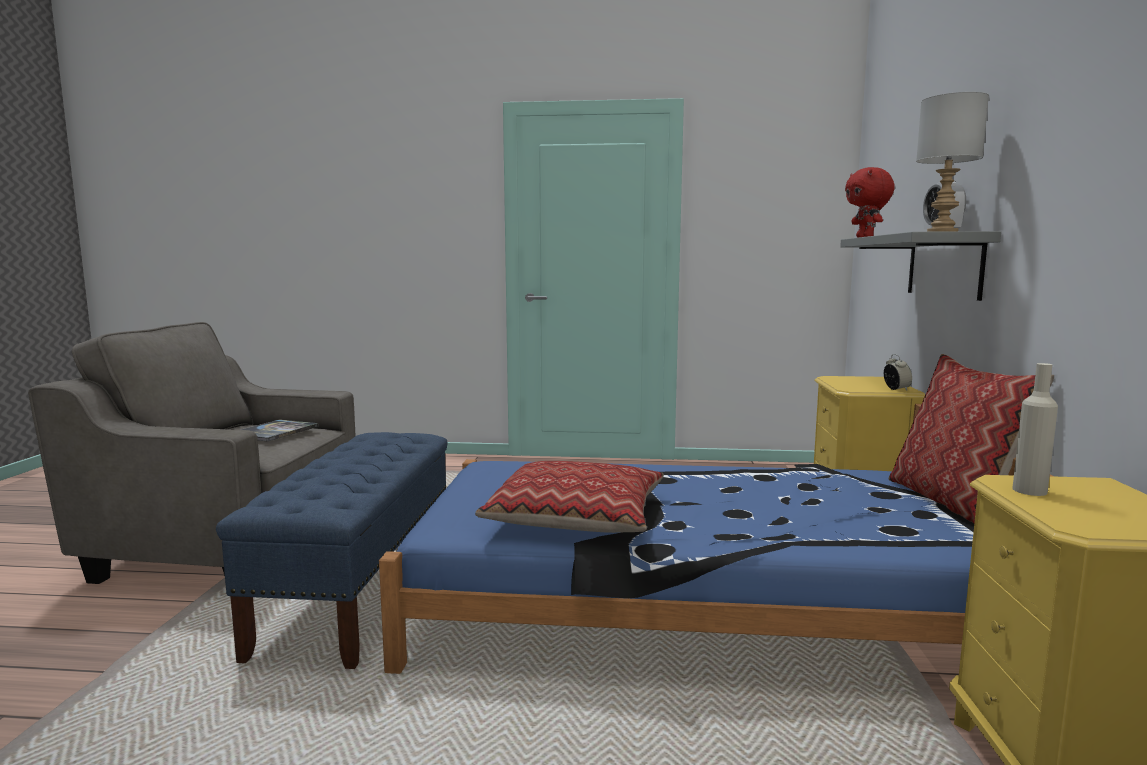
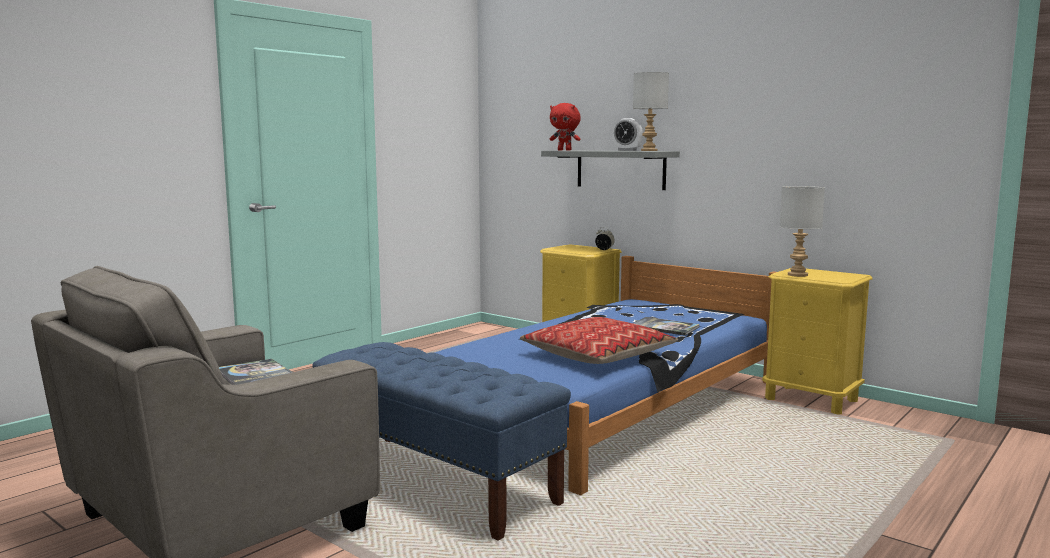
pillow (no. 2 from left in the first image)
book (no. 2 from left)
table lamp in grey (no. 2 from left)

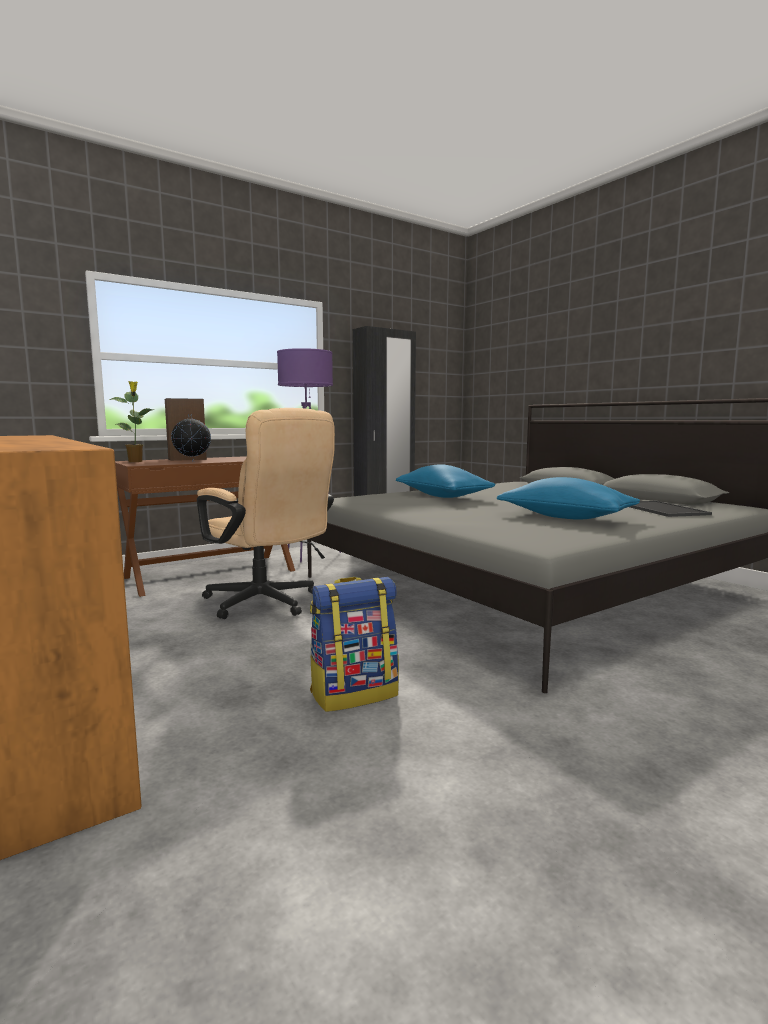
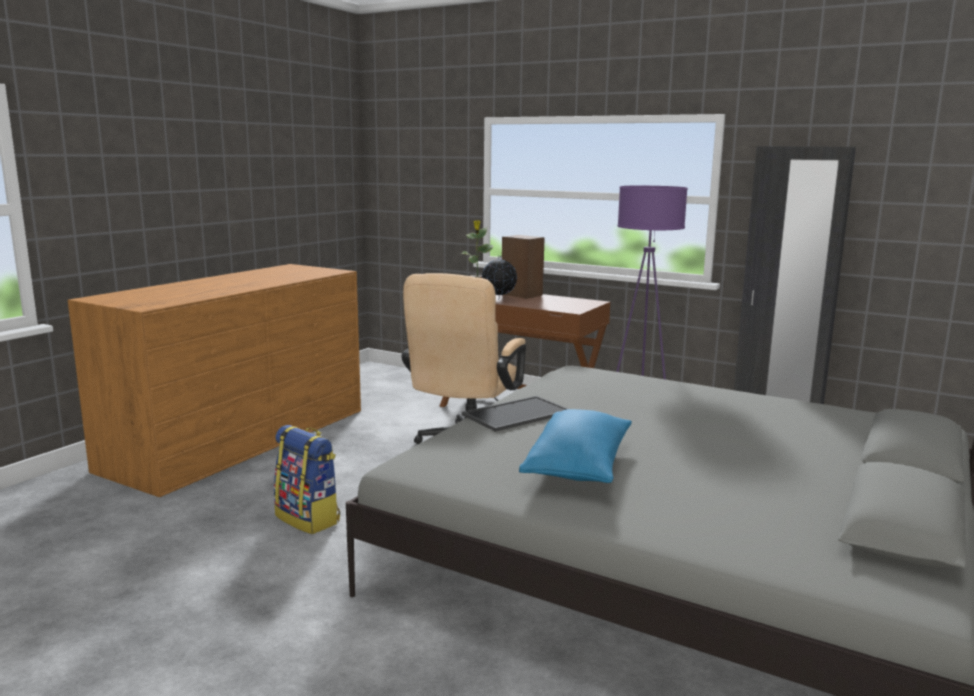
pillow in blue (no. 1 from left in the first image)
tray

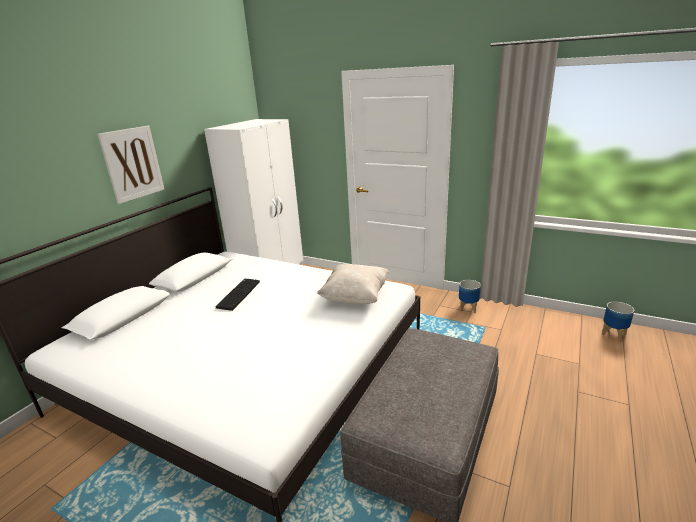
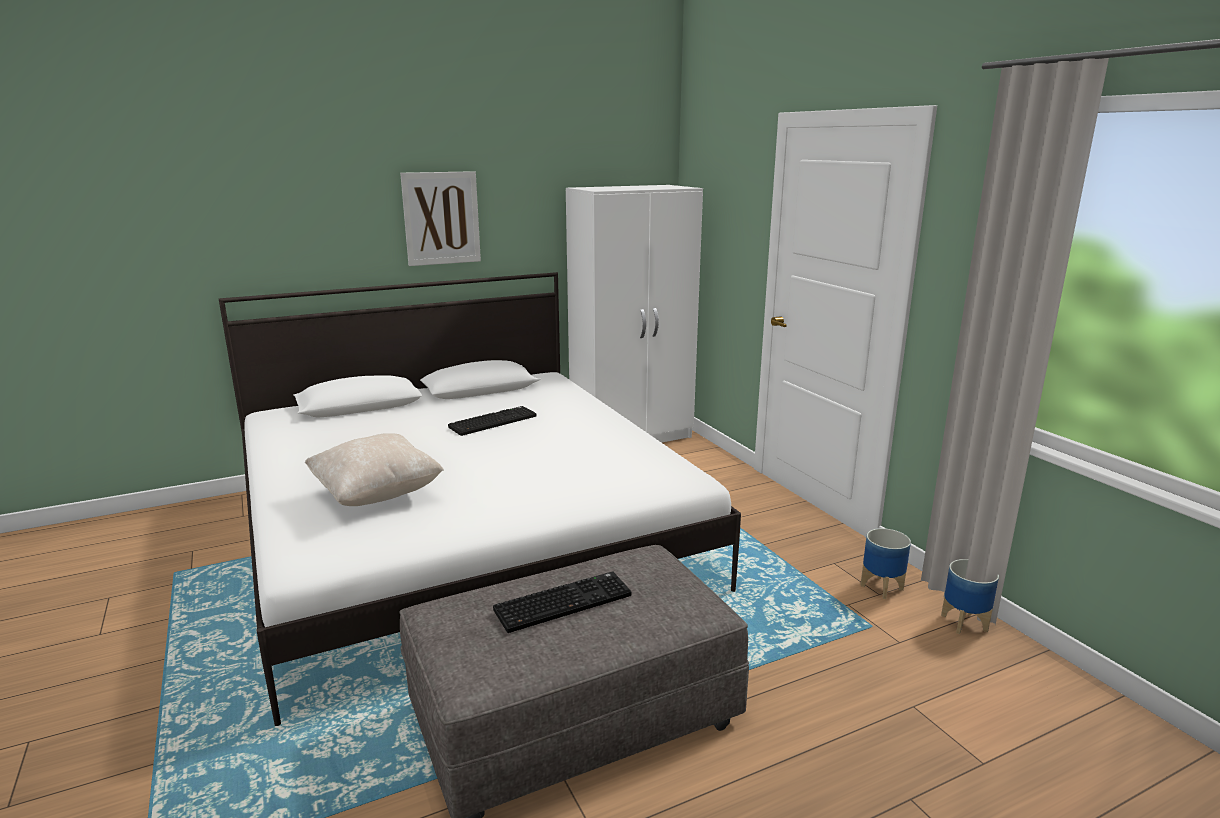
keyboard (no. 2 from left)
pillow in beige
planter (no. 2 from left)

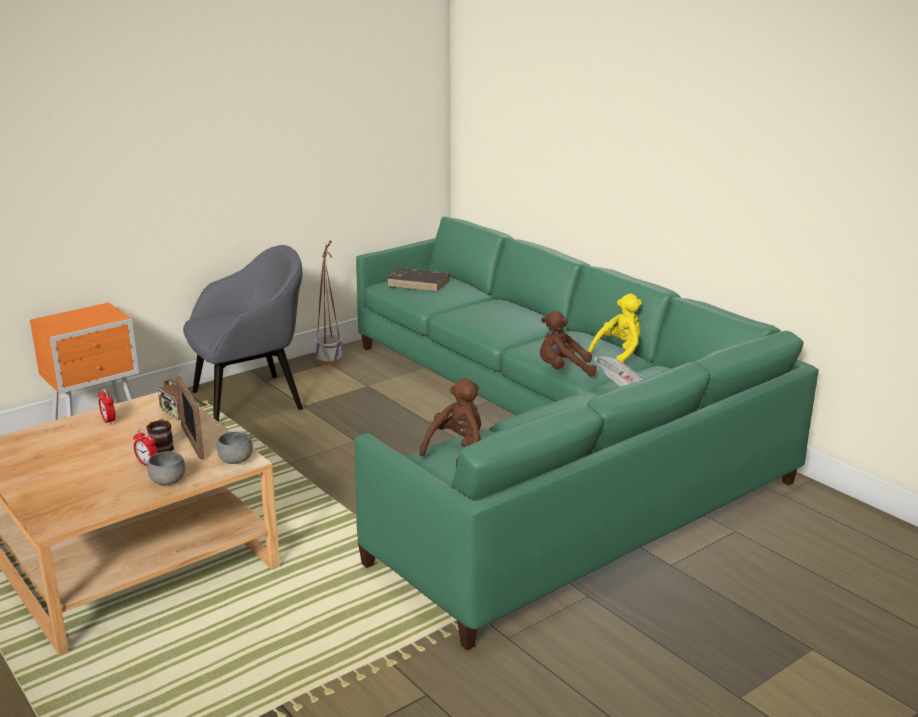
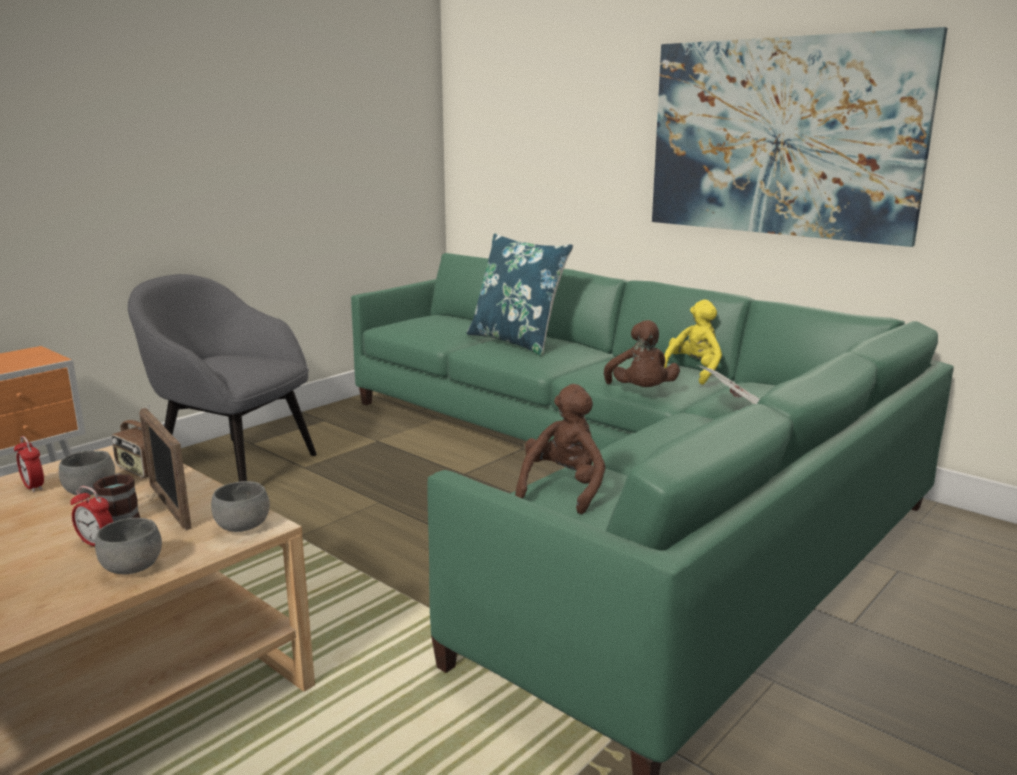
planter
book in brown
bowl in grey (no. 1 from left)
pillow in blue
picture
armchair in grey
plush toy in brown (no. 2 from left)

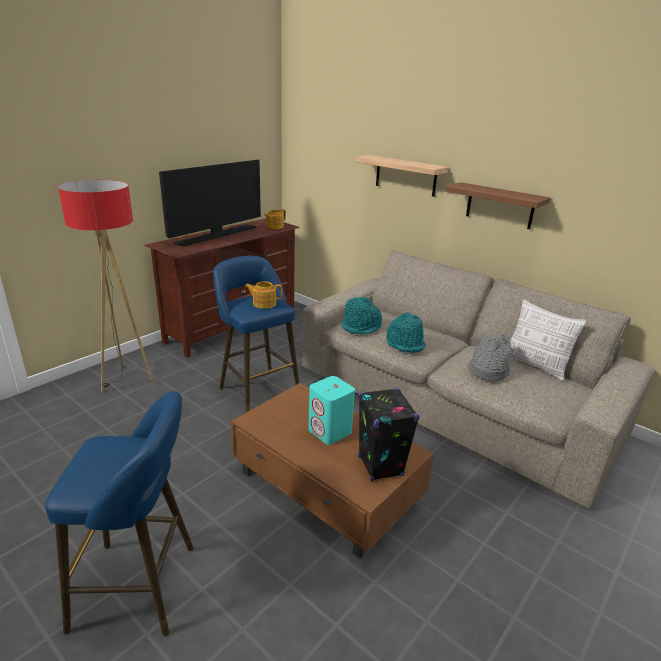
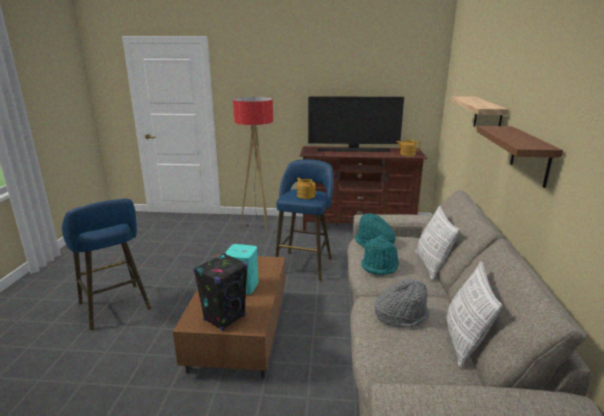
pillow (no. 1 from left)

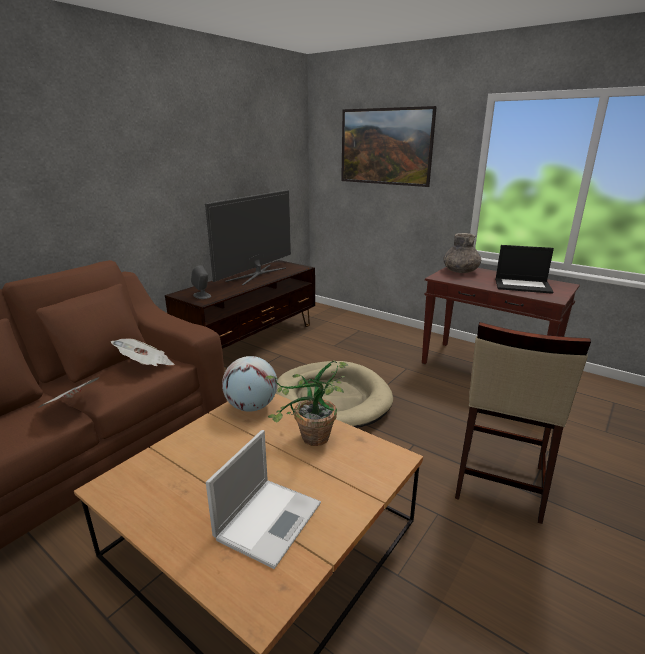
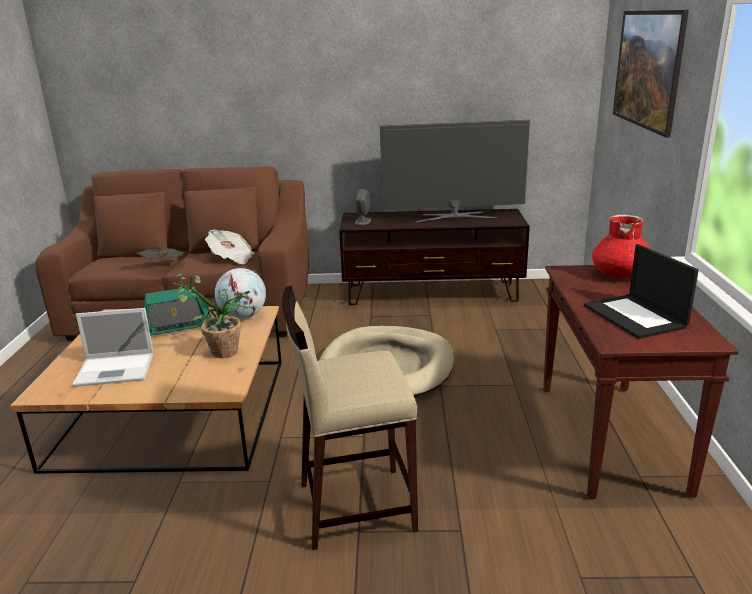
radio
vase in red

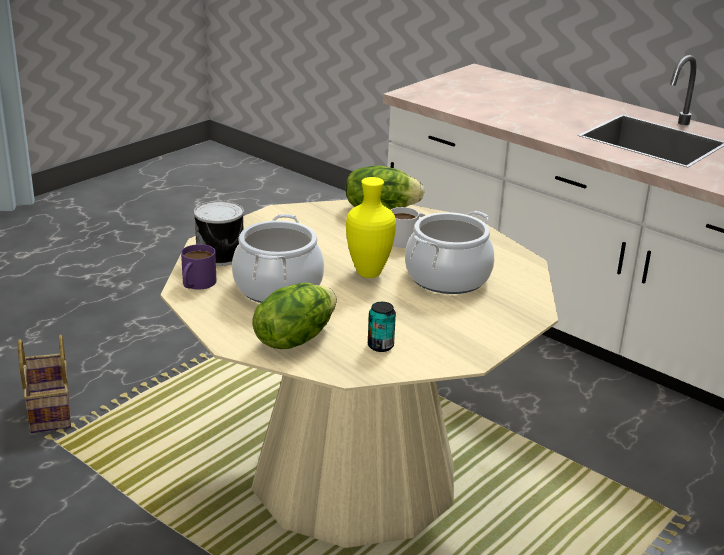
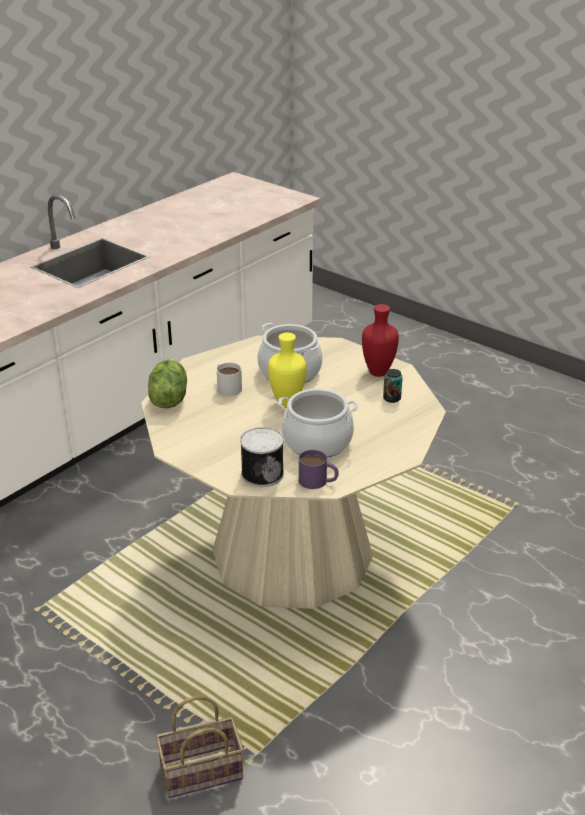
lettuce (no. 1 from left in the first image)
vase in red

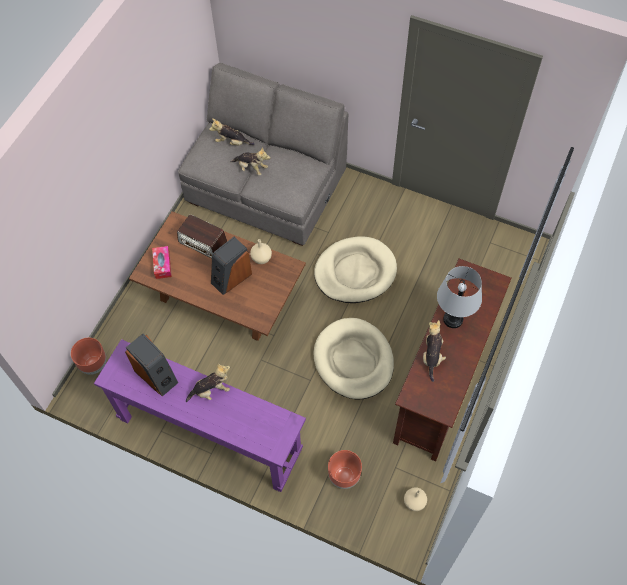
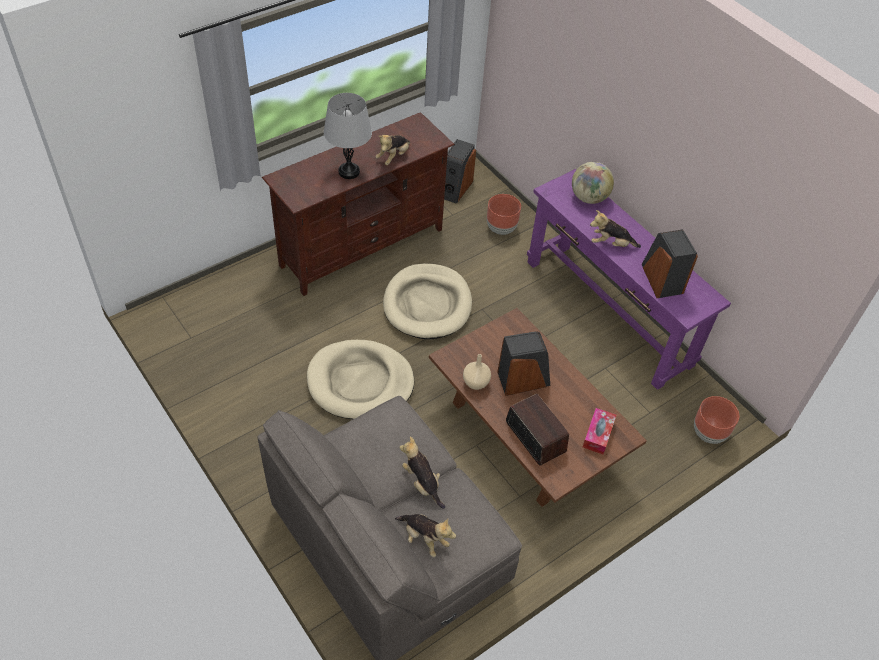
globe
speaker (no. 1 from left)

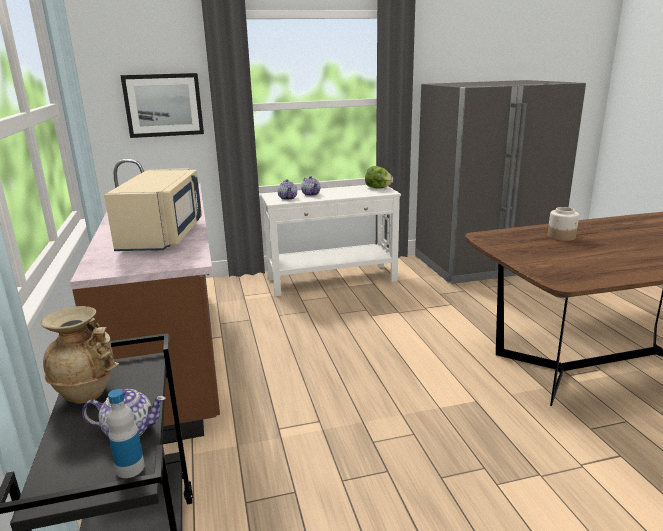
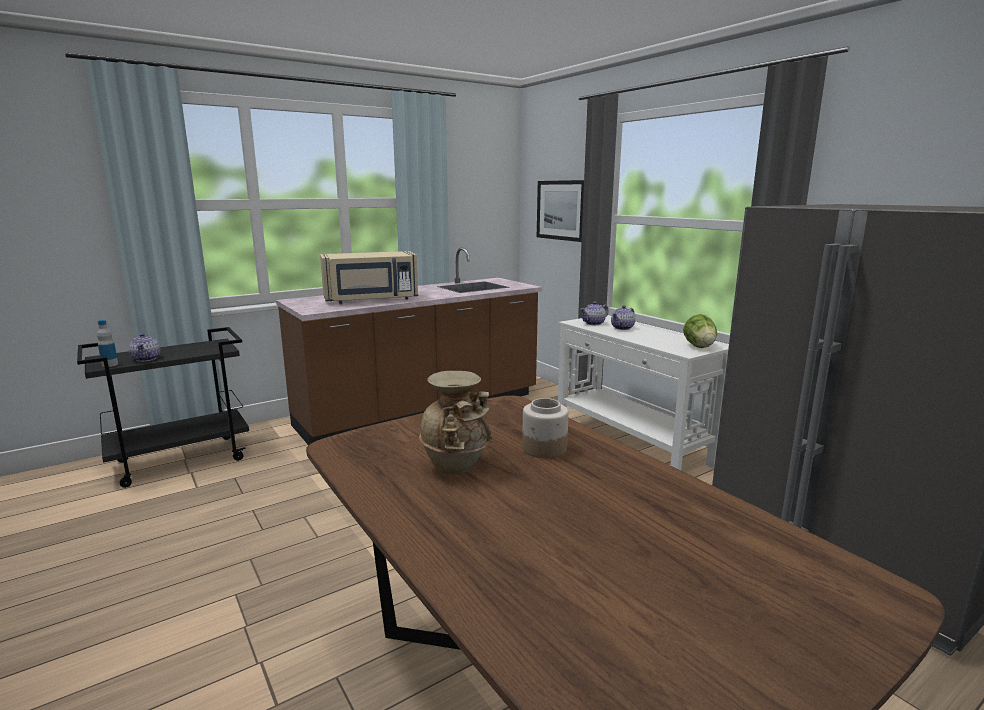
vase in beige

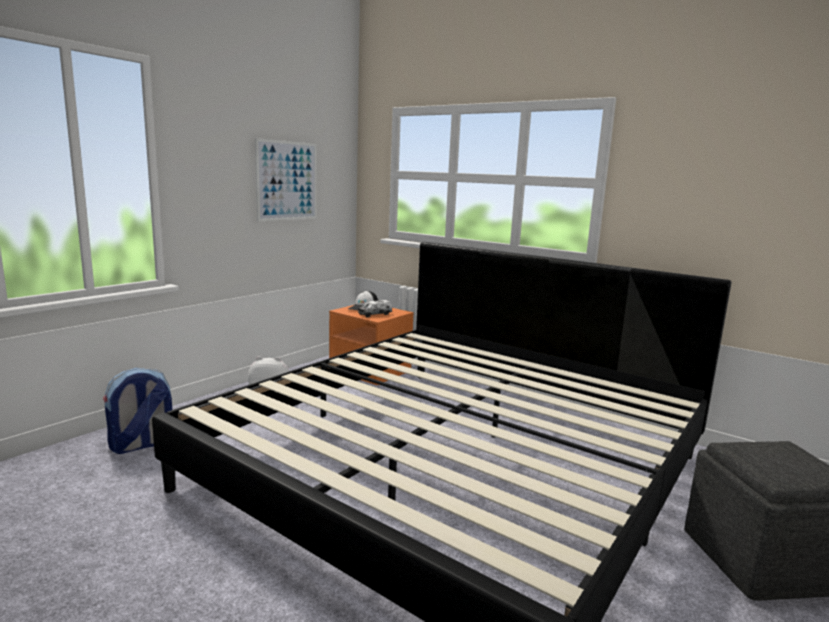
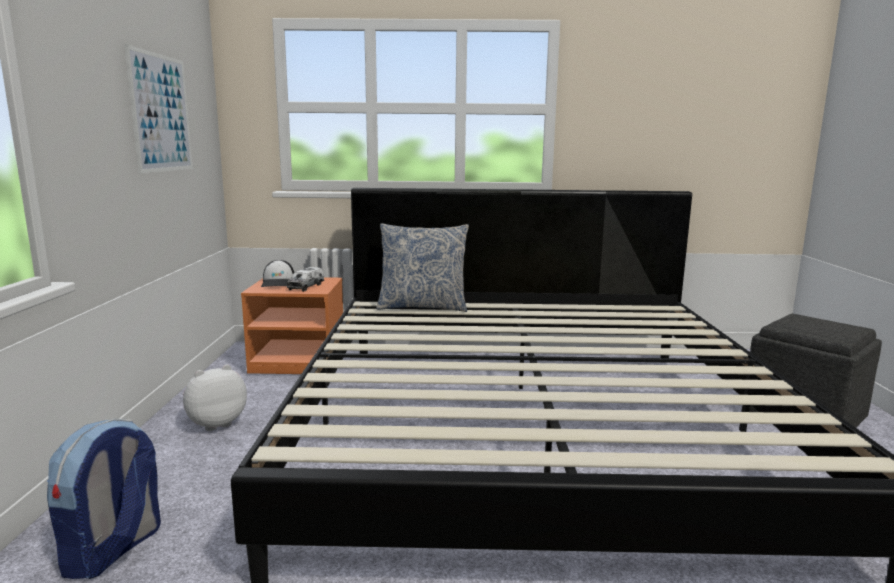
pillow

